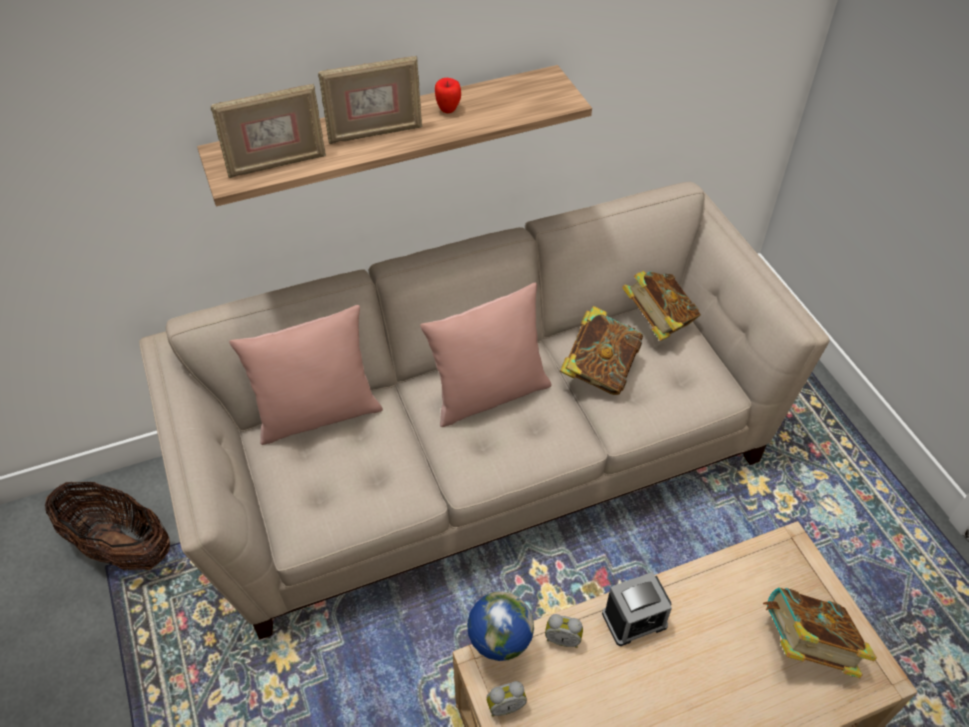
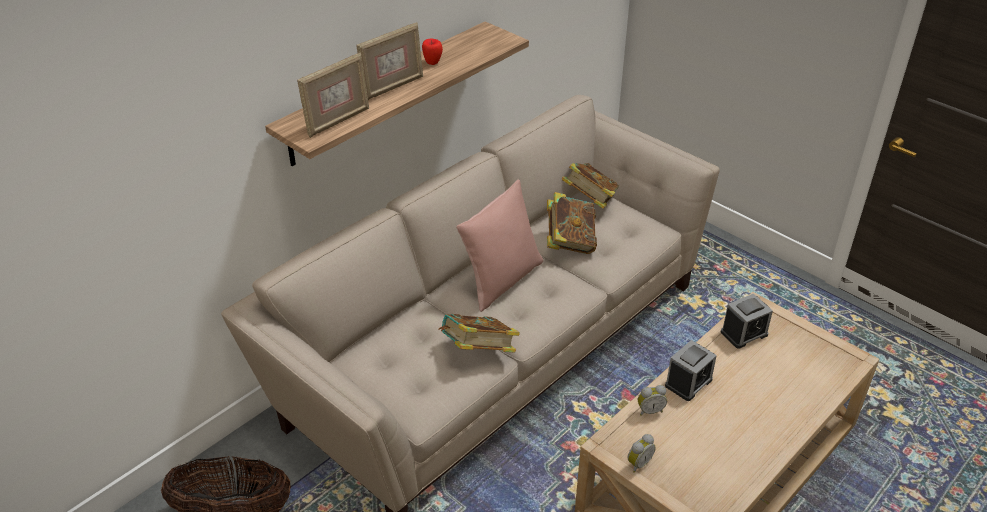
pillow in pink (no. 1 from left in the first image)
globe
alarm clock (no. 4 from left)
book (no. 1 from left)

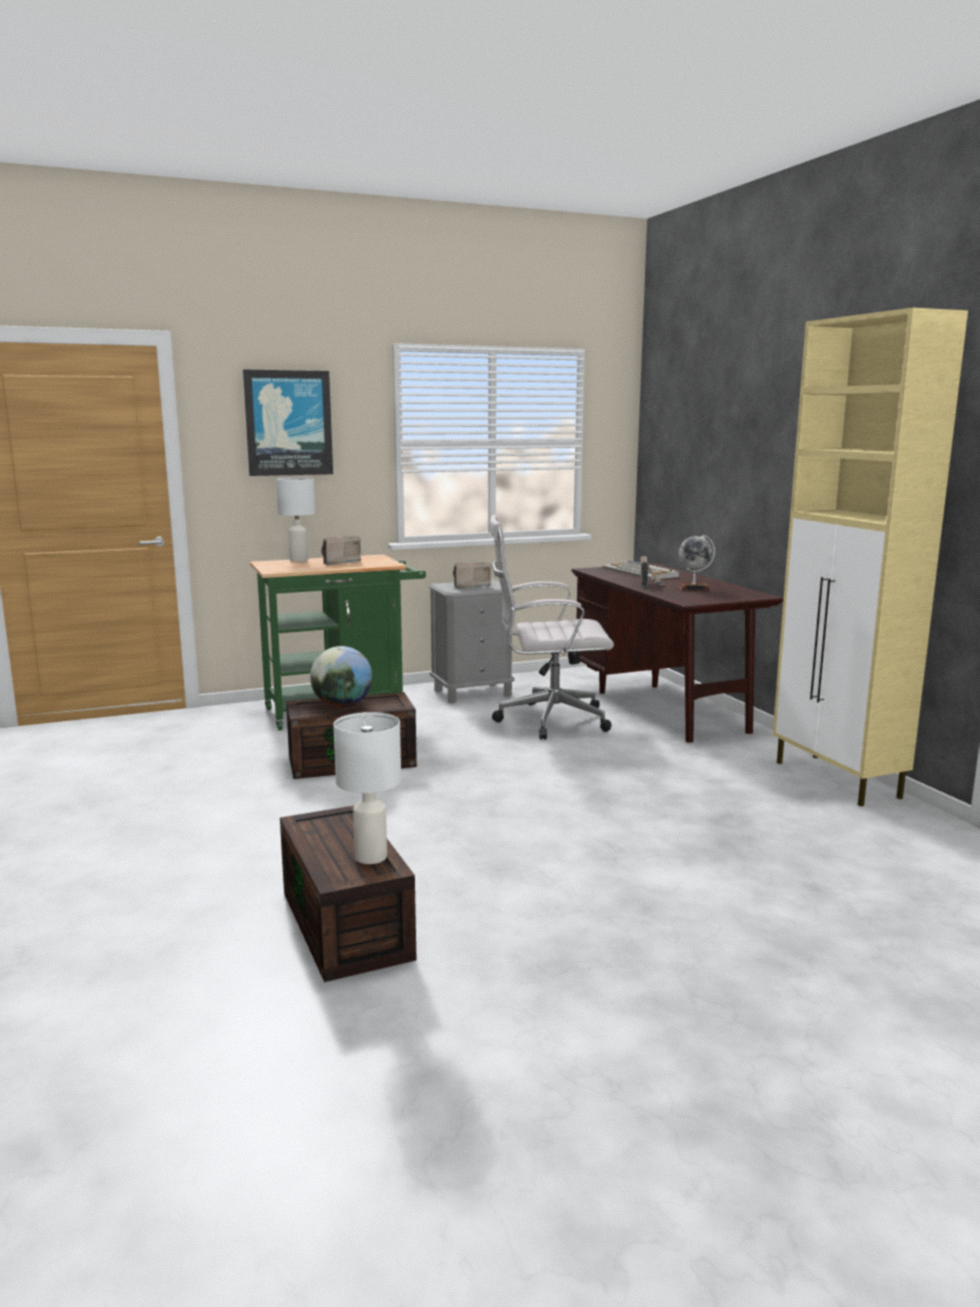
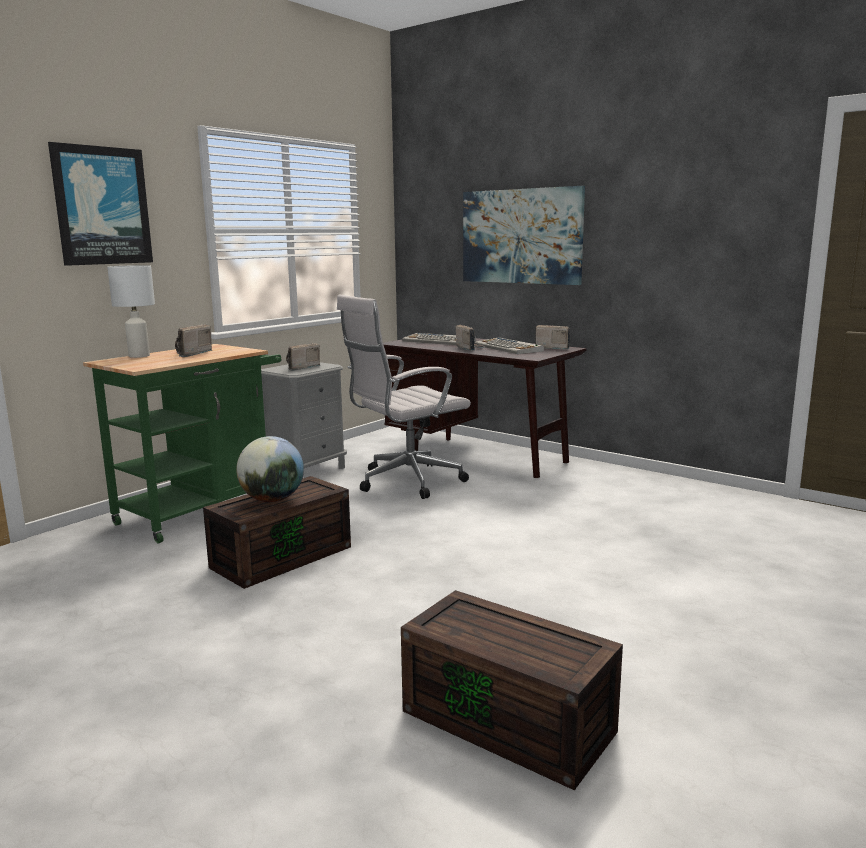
table lamp in white (no. 2 from left in the first image)
cabinet in beige
picture (no. 2 from left)
radio (no. 4 from left)
keyboard (no. 2 from left)

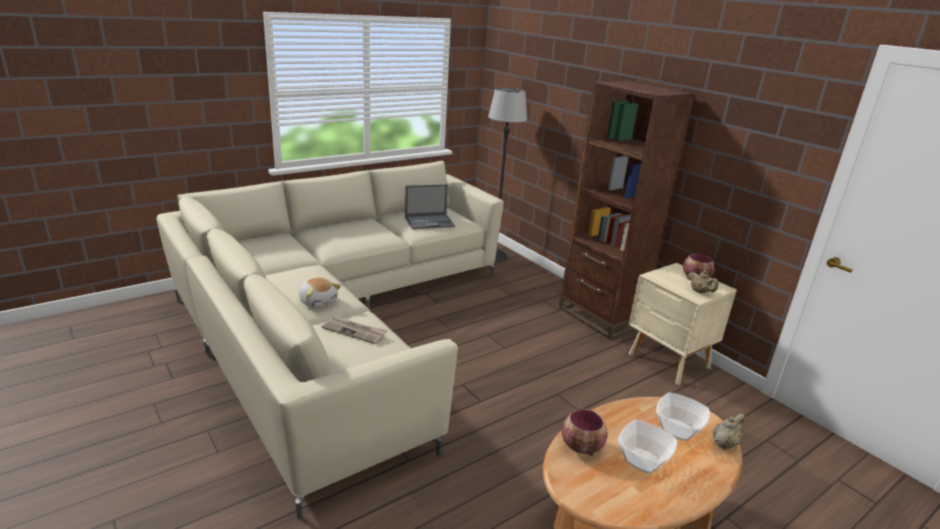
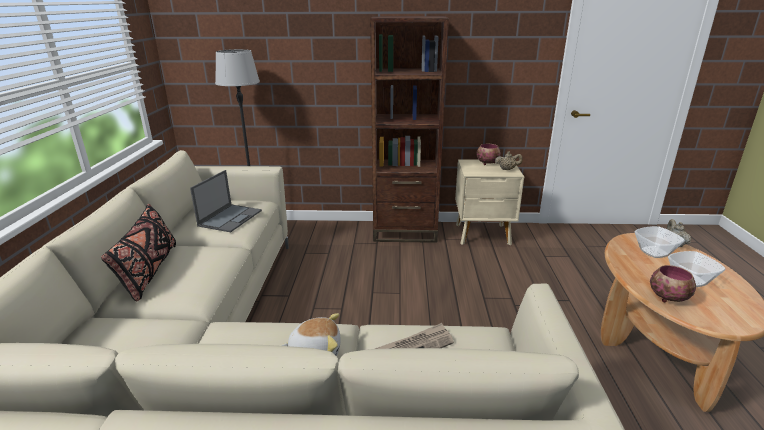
pillow in black

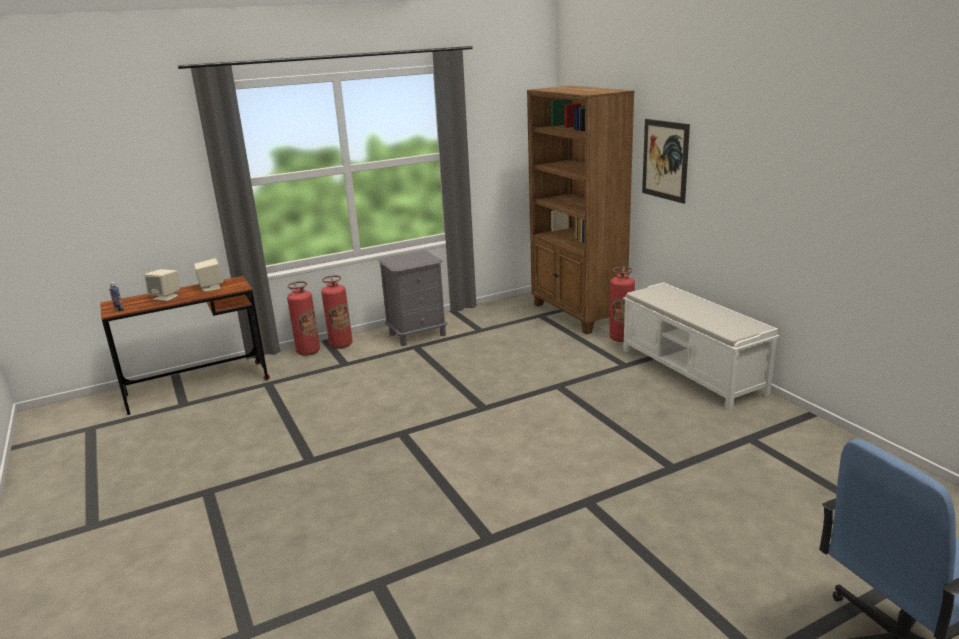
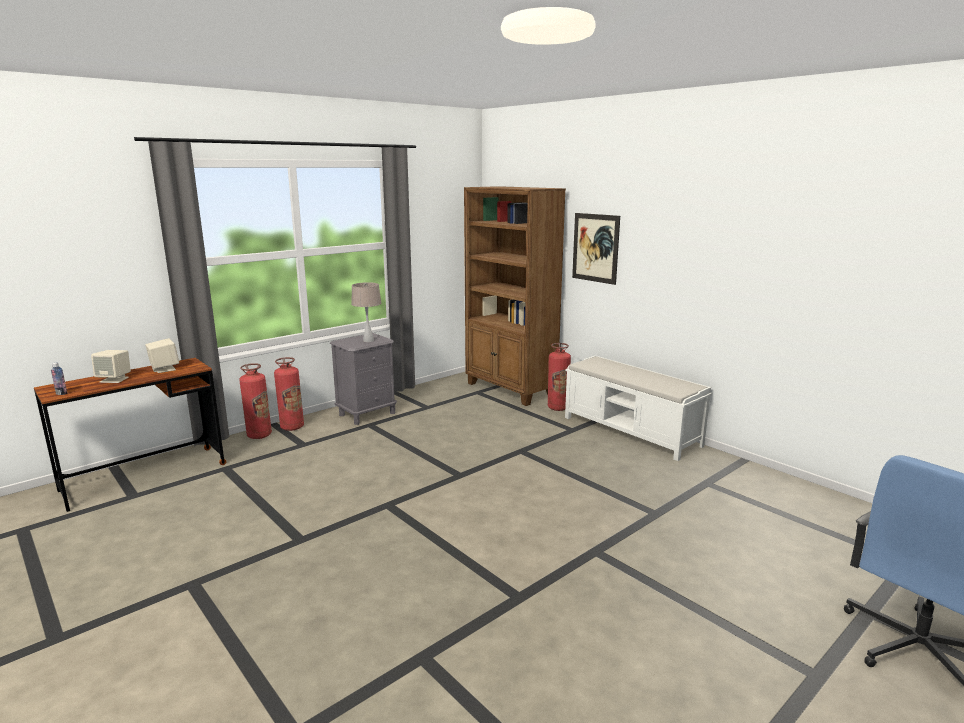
table lamp in beige

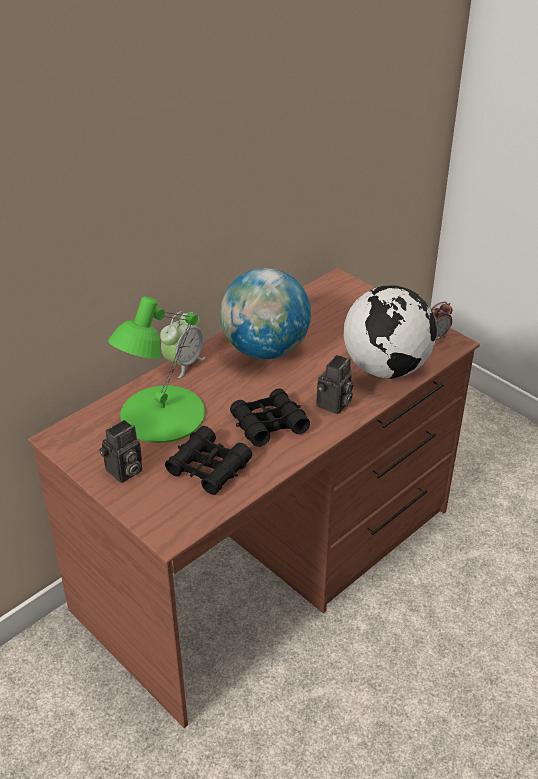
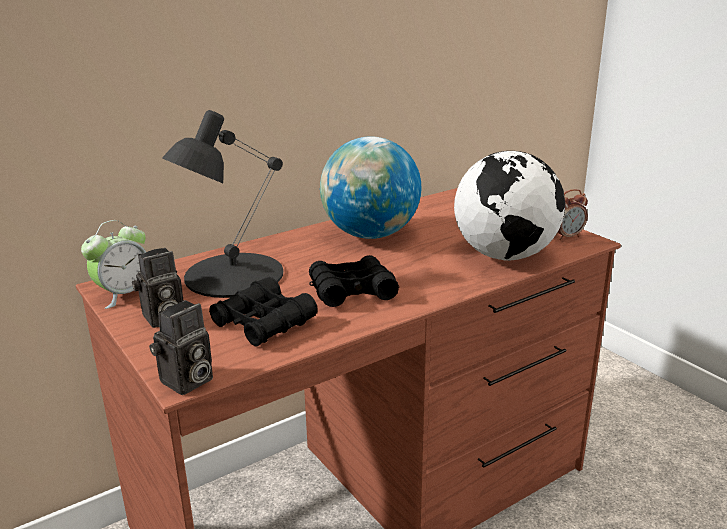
alarm clock (no. 1 from left)
photo camera (no. 2 from left)
table lamp in black

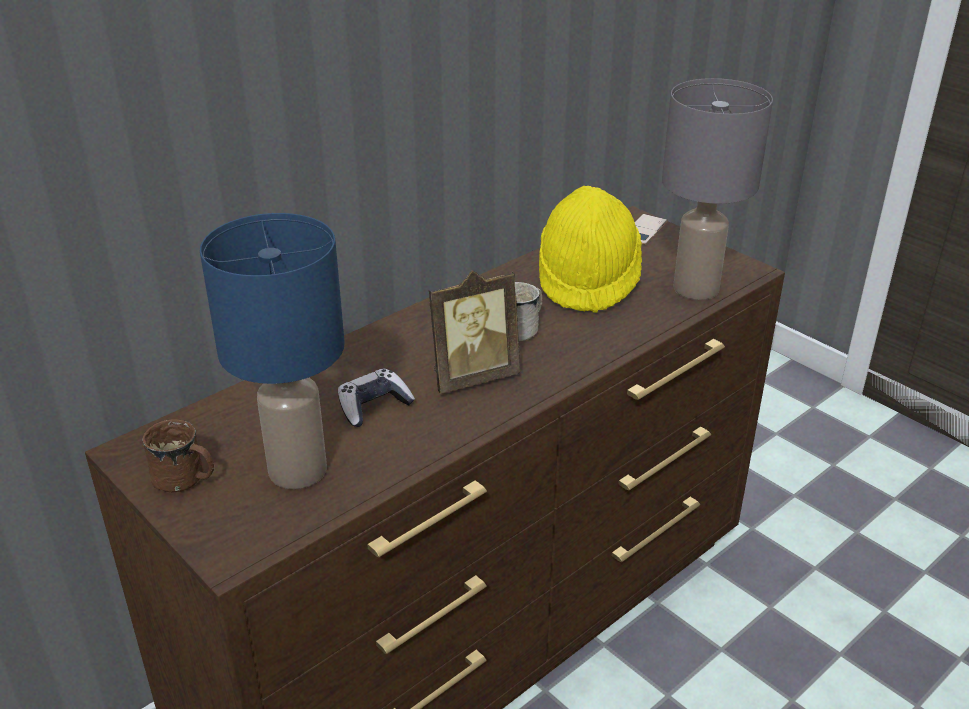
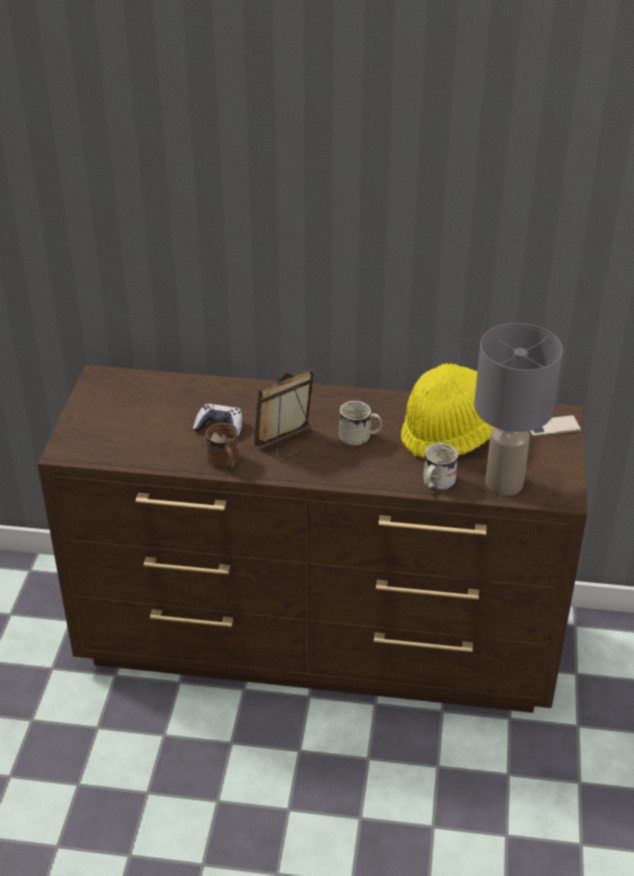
table lamp in blue
mug in white (no. 2 from left)
mug in brown
picture frame

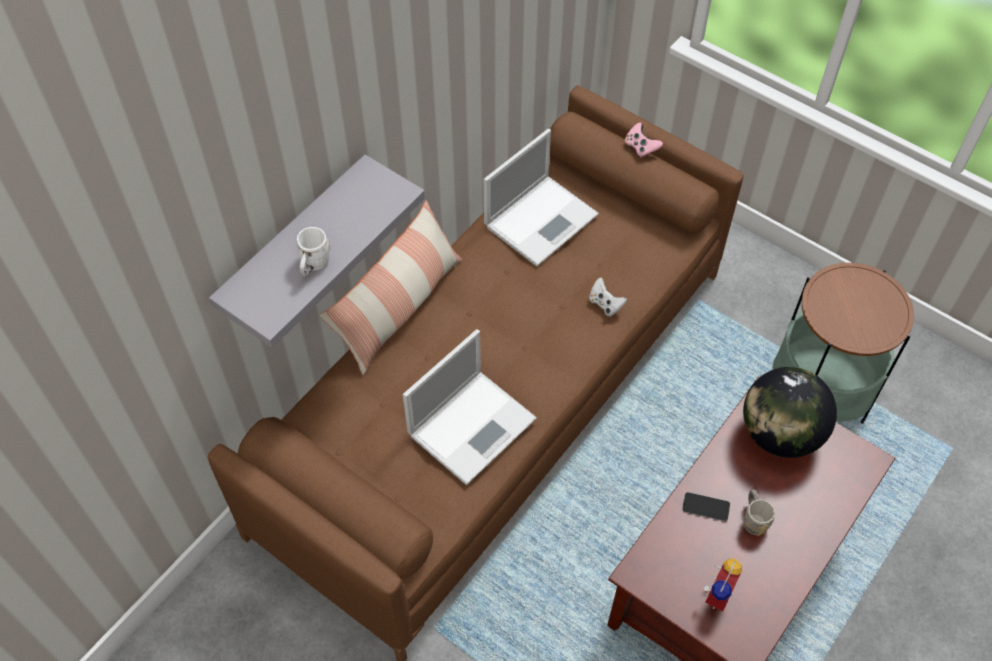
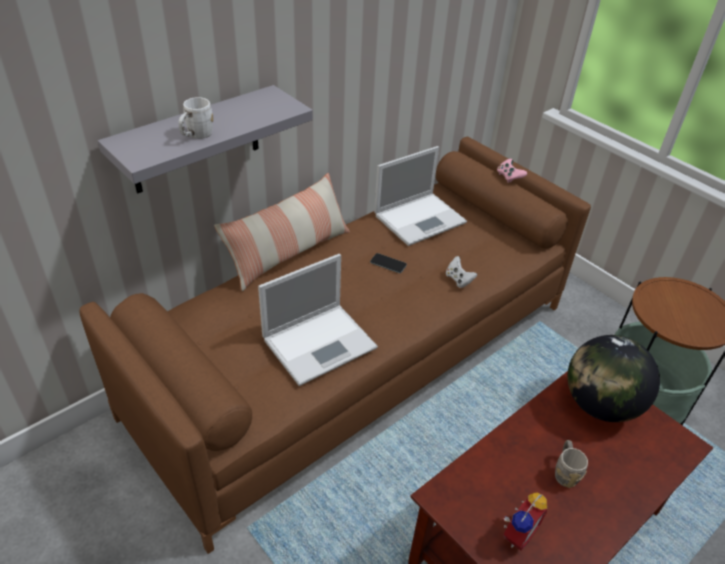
phone

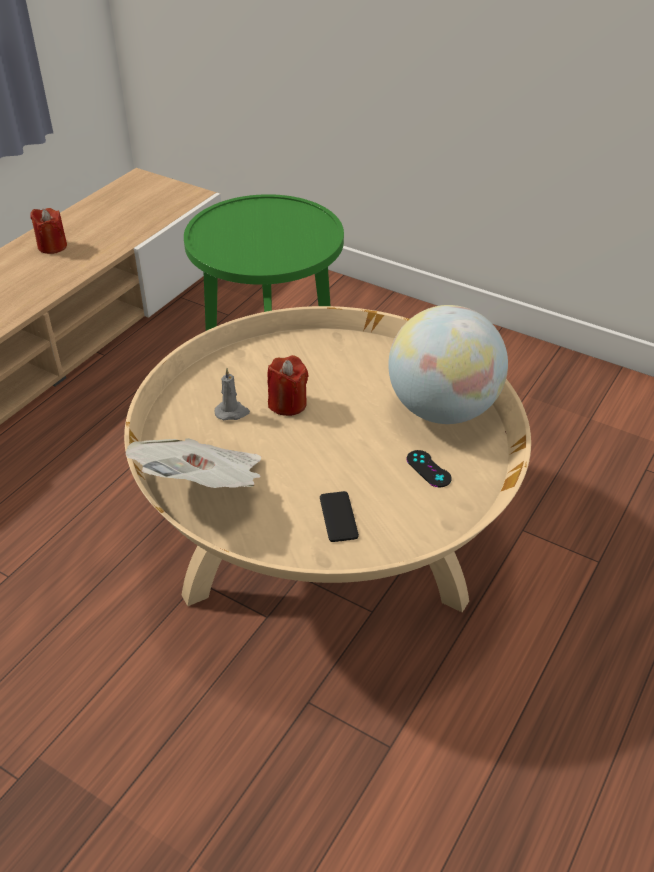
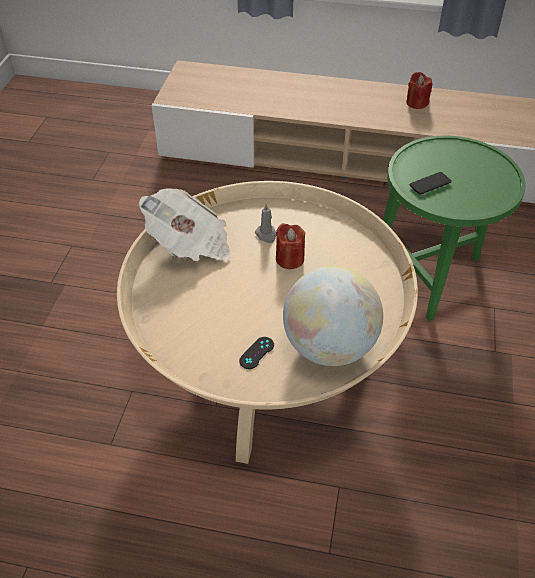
phone

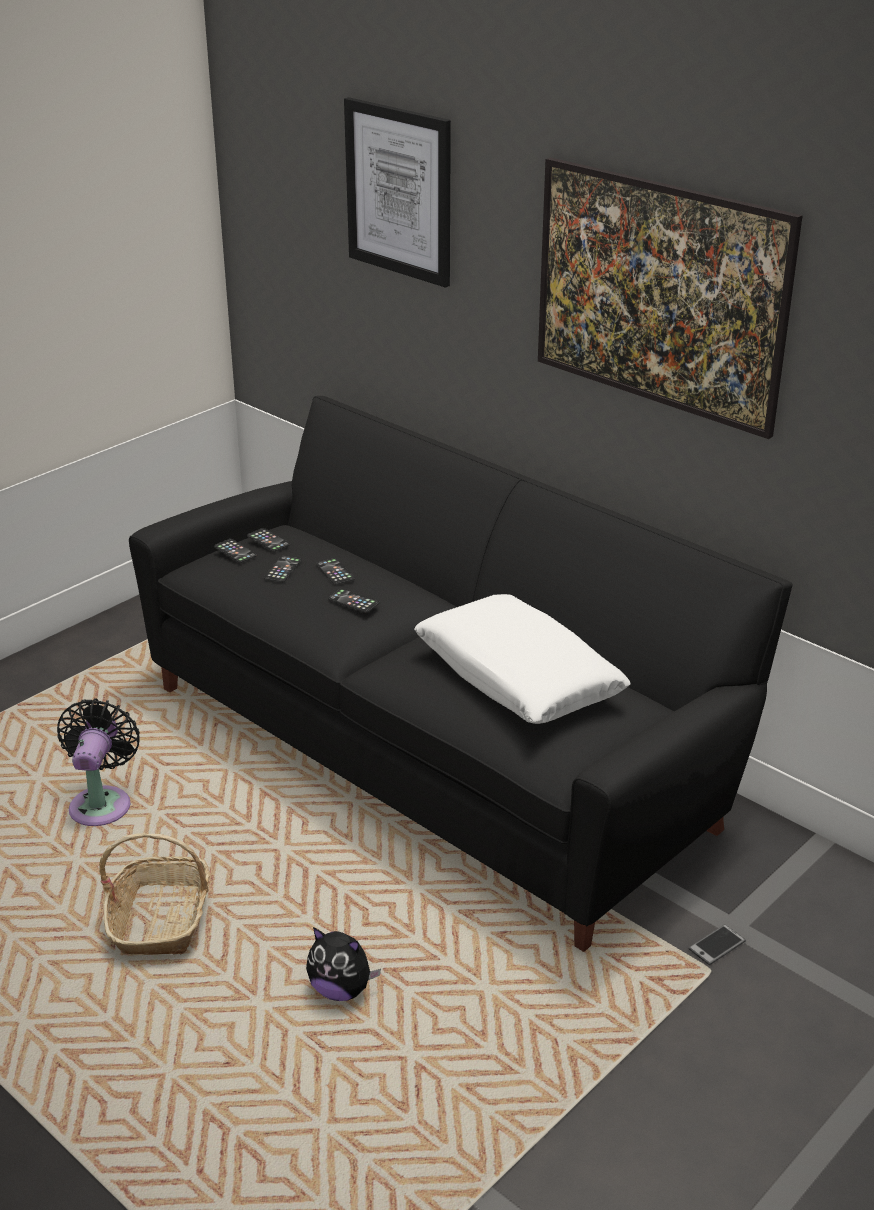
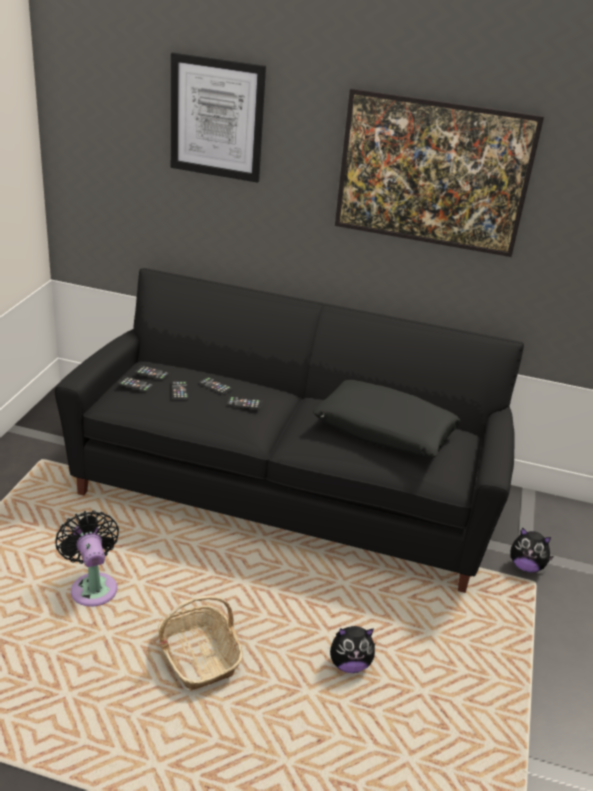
plush toy (no. 2 from left)
pillow in black

